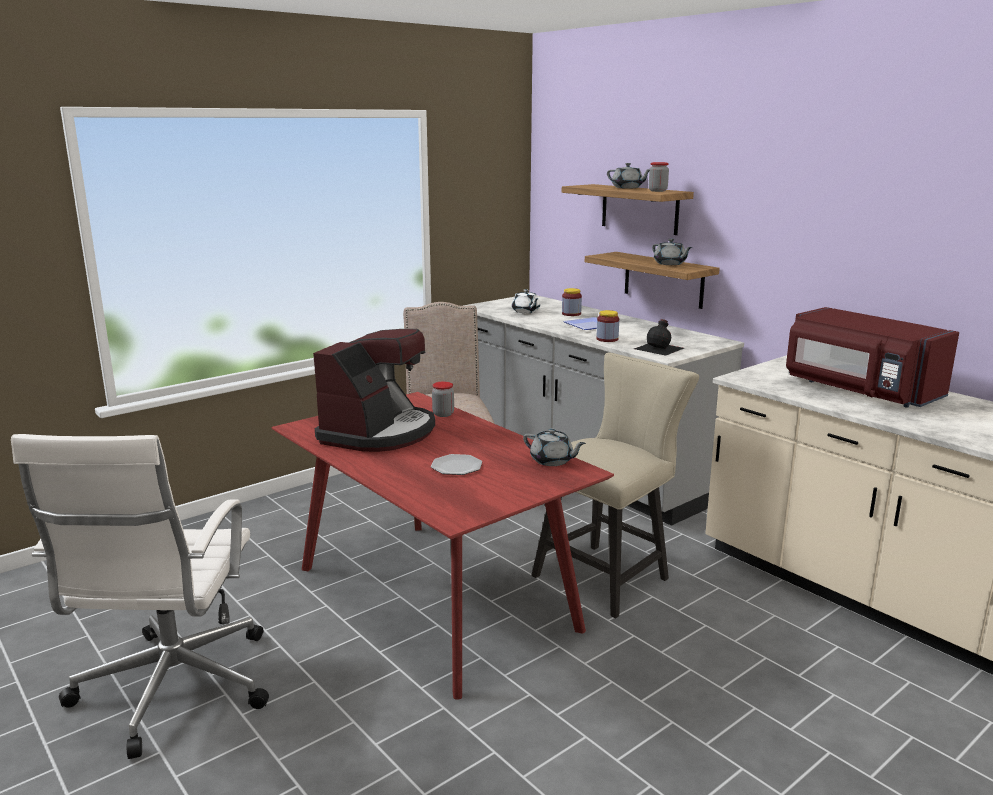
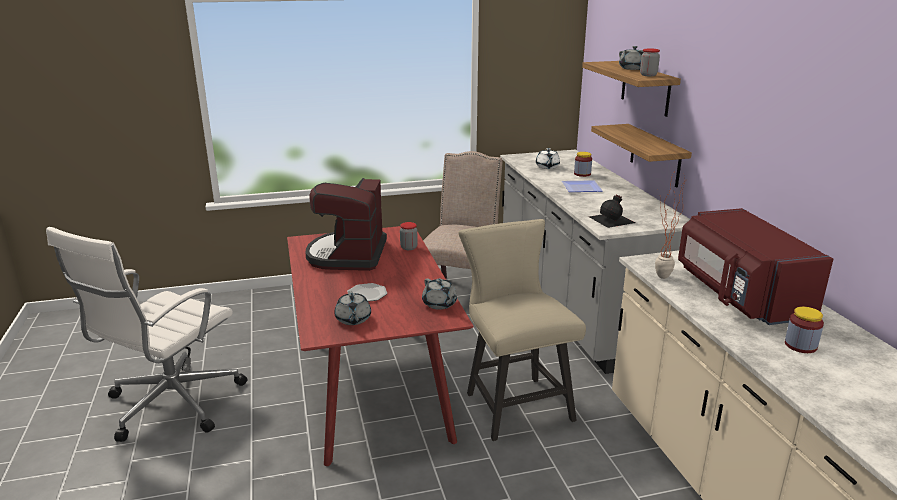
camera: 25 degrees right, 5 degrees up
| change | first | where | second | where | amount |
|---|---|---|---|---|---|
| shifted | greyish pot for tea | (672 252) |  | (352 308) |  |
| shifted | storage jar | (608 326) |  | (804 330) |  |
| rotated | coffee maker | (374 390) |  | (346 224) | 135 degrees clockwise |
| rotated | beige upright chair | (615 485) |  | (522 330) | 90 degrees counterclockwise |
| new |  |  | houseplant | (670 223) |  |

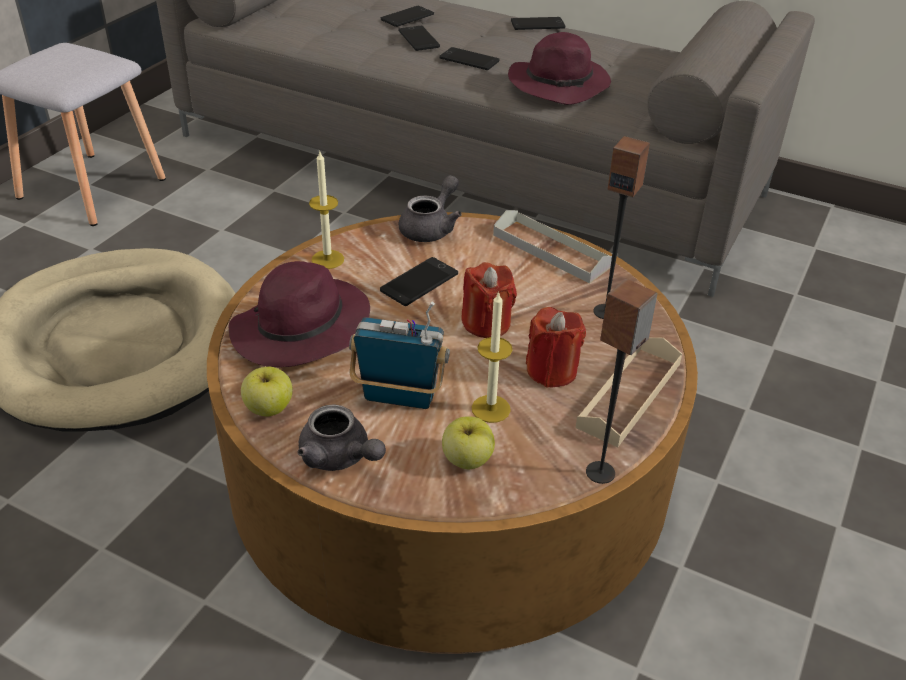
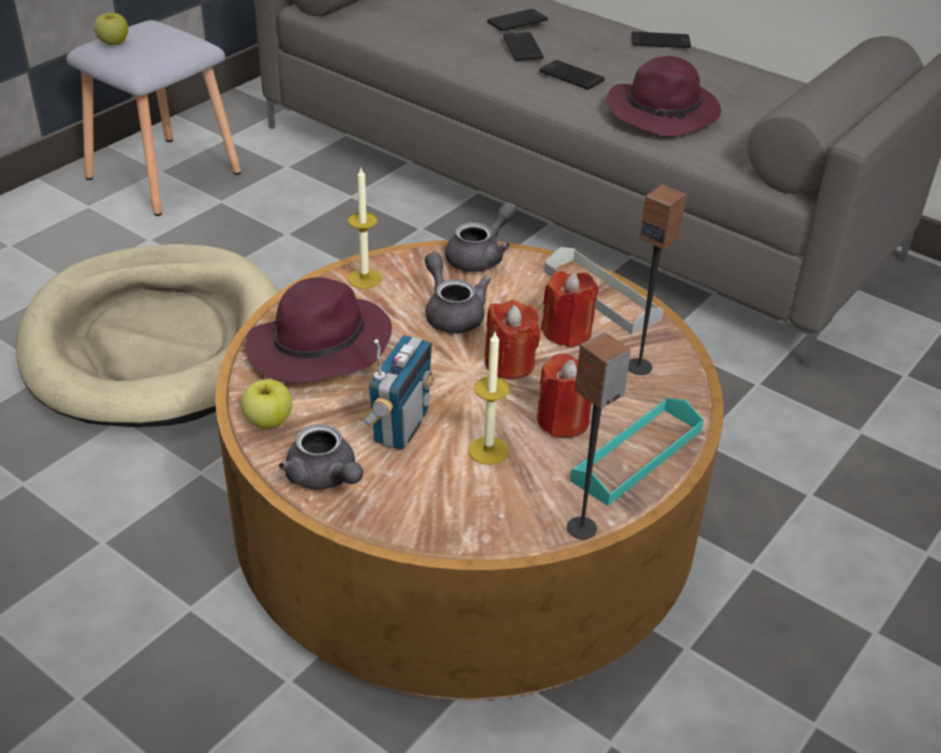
camera: 10 degrees right, 0 degrees up
| change | first | where | second | where | amount |
|---|---|---|---|---|---|
| swapped | phone | (419 281) | greyish pot for tea | (458 292) |  |
| rotated | radio | (399 355) |  | (397 392) | 90 degrees clockwise |
| repainted | beige serving tray | (629 392) | turquoise-coloured serving tray | (637 452) |  |
| shifted | apple | (468 442) |  | (111 29) |  |
| new |  |  | red-coloured wax light | (570 309) |  |

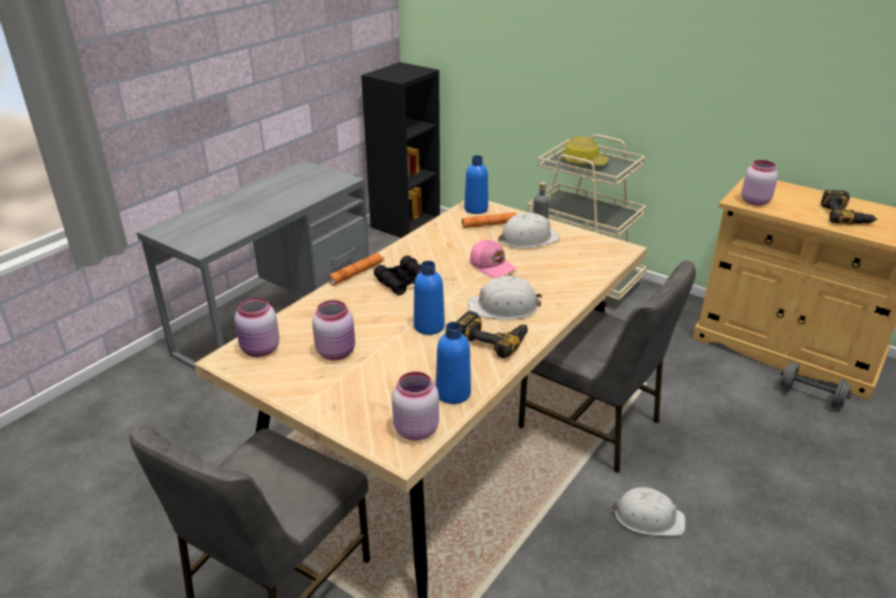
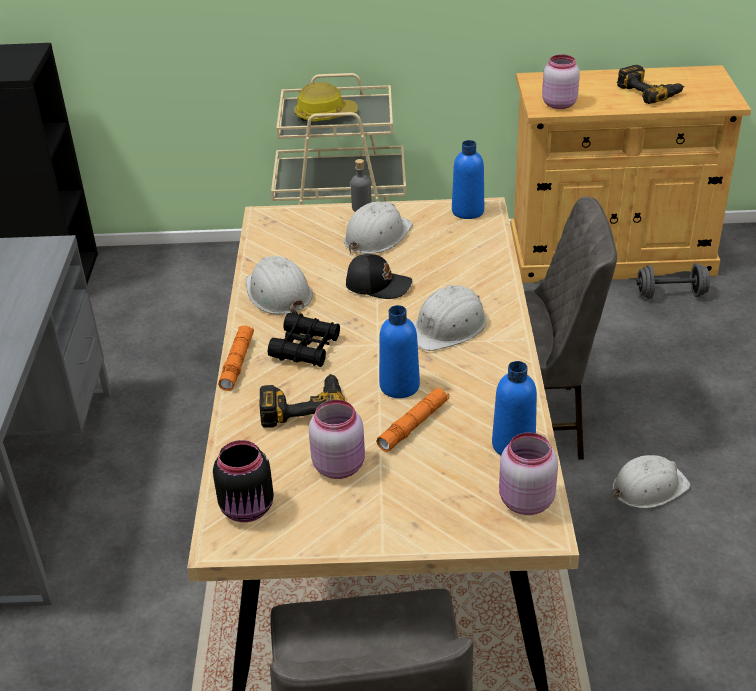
camera: 35 degrees left, 5 degrees up
| change | first | where | second | where | amount |
|---|---|---|---|---|---|
| shifted | blue drink bottle | (476 184) |  | (468 179) |  |
| shifted | orange flashlight | (489 220) |  | (413 420) |  |
| repainted | pink-coloured peaked cap | (493 258) | black-coloured peaked cap | (379 276) |  |
| repainted | pink-coloured storage jar | (256 327) | black-coloured storage jar | (243 481) |  |
| shifted | drill | (492 334) |  | (302 401) |  |
| new |  |  | white safety helmet | (279 285) |  |

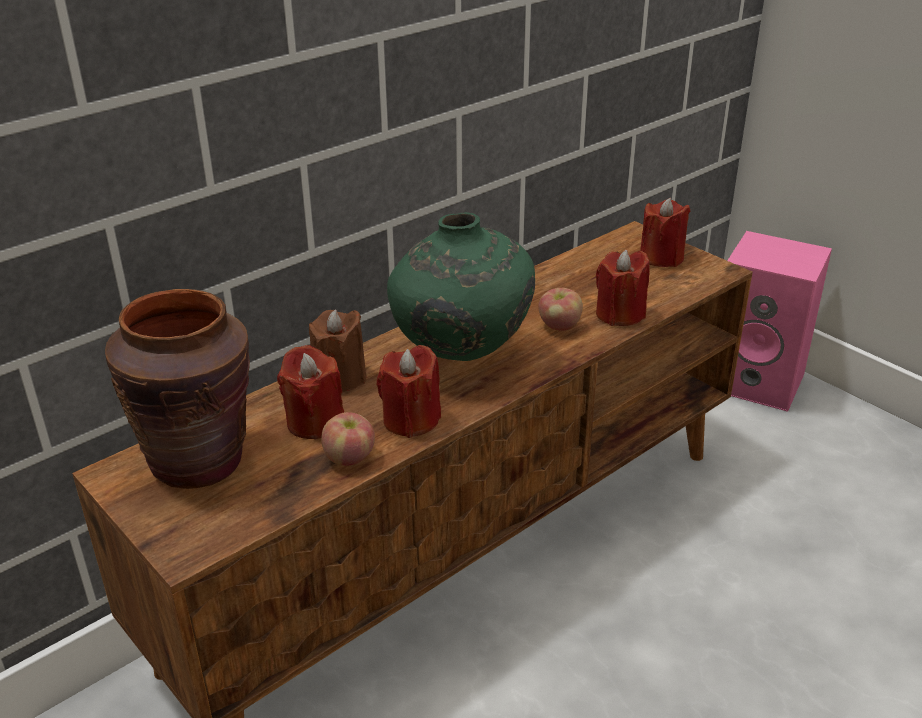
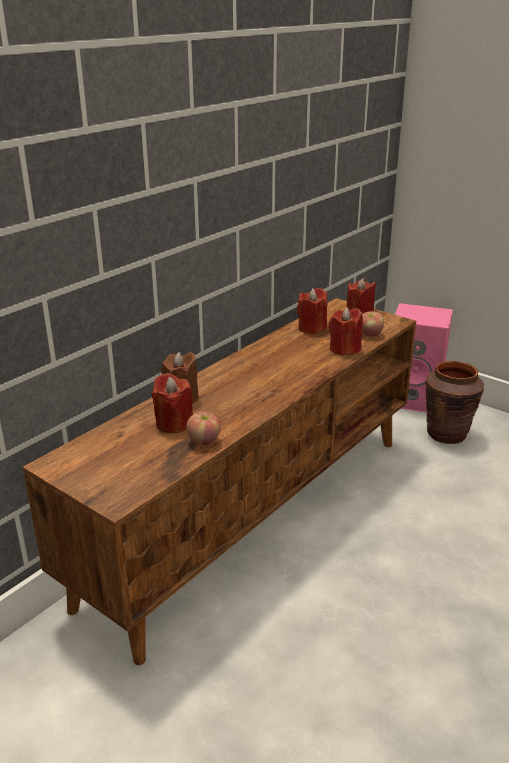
camera: 10 degrees left, 5 degrees down
| change | first | where | second | where | amount |
|---|---|---|---|---|---|
| gone | green vase | (461 286) |  |  |  |
| shifted | apple | (560 309) |  | (373 324) |  |
| shifted | brown-coloured vase | (177 389) |  | (454 402) |  |
| shifted | red-coloured wax light | (409 391) |  | (312 311) |  |

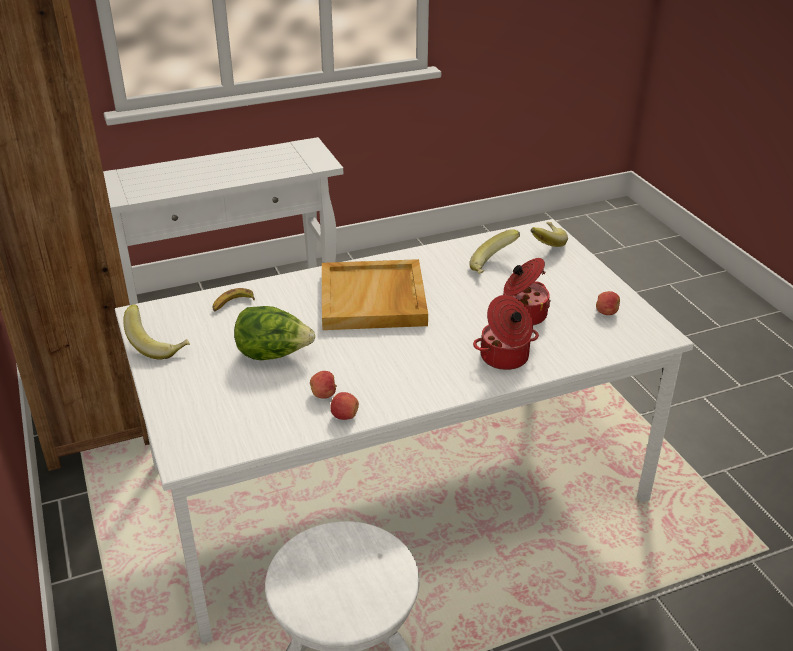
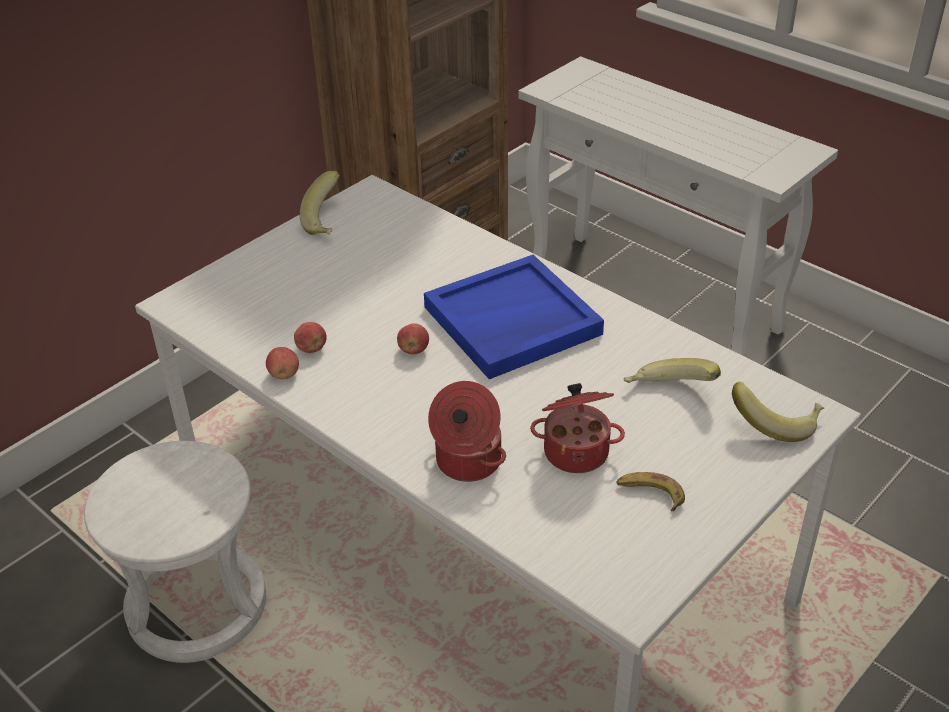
camera: 65 degrees right, 5 degrees up
| change | first | where | second | where | amount |
|---|---|---|---|---|---|
| repainted | beige serving tray | (375 294) | blue serving tray | (514 317) |  |
| shifted | whole banana | (234 300) |  | (651 492) |  |
| shifted | apple | (608 303) |  | (413 338) |  |
| gone | lettuce head | (274 333) |  |  |  |

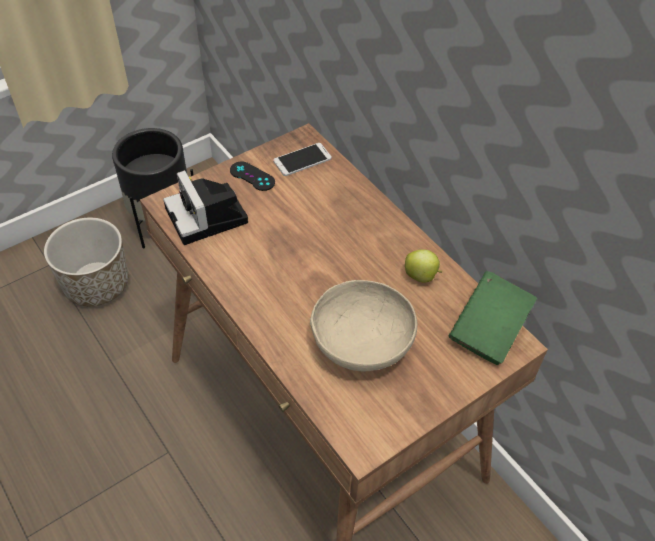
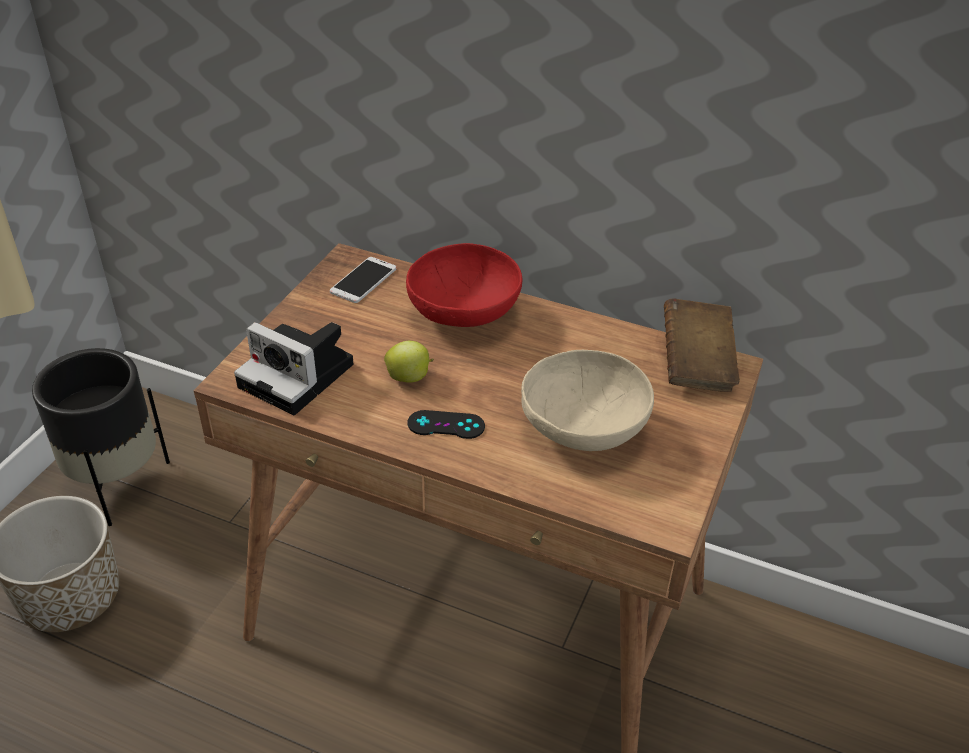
camera: 30 degrees left, 10 degrees down
| change | first | where | second | where | amount |
|---|---|---|---|---|---|
| shifted | black-coloured game controller | (252 176) |  | (446 424) |  |
| shifted | apple | (423 266) |  | (409 362) |  |
| repainted | green book | (493 318) | brown-coloured book | (702 345) |  |
| new |  |  | red-coloured serving bowl | (464 285) |  |

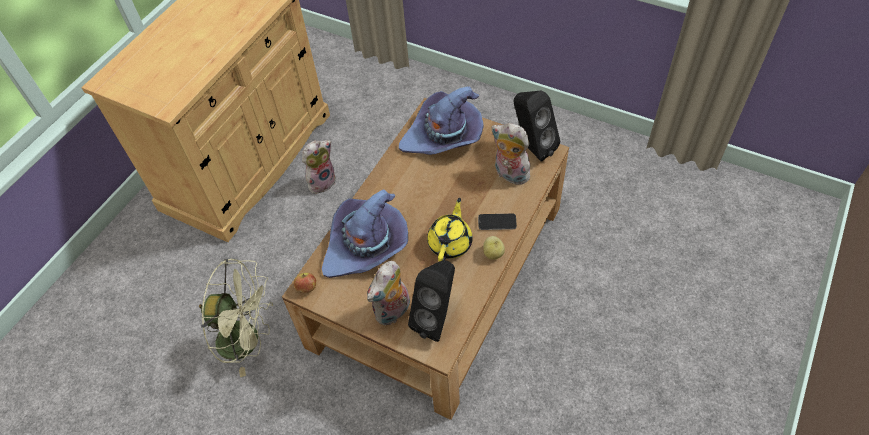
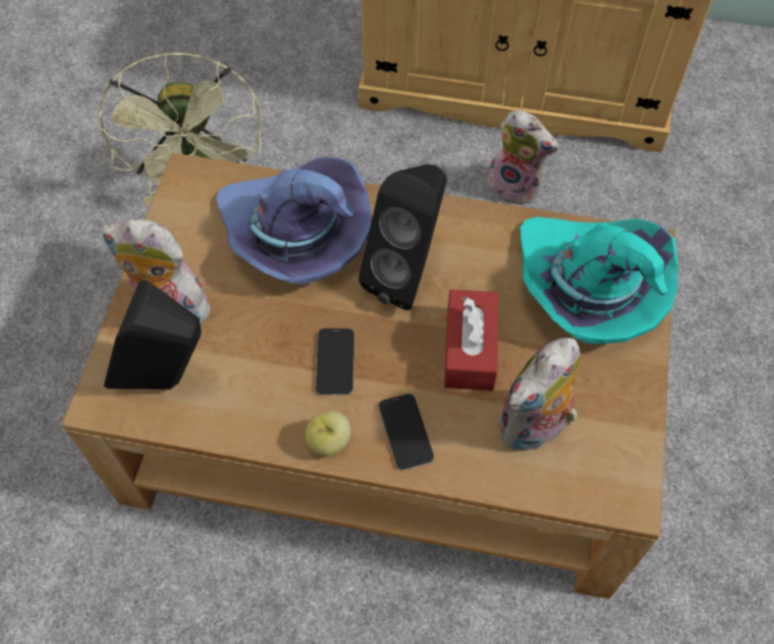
camera: 70 degrees right, 5 degrees up
| change | first | where | second | where | amount |
|---|---|---|---|---|---|
| repainted | purple-coloured clothing hat | (441 120) | turquoise-coloured clothing hat | (599 280) |  |
| shifted | black-coloured speaker | (537 126) |  | (403 237) |  |
| rotated | cuddly toy | (512 154) |  | (539 395) | 150 degrees counterclockwise |
| swapped | yellow pot for tea | (450 230) | phone | (335 361) |  |
| gone | apple | (305 283) |  |  |  |
| new |  |  | red-coloured tissue holder | (471 340) |  |

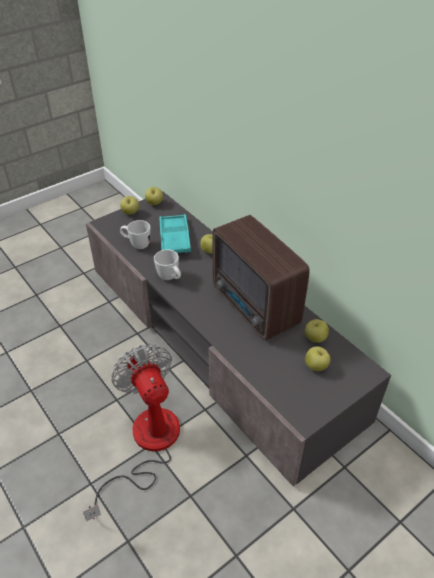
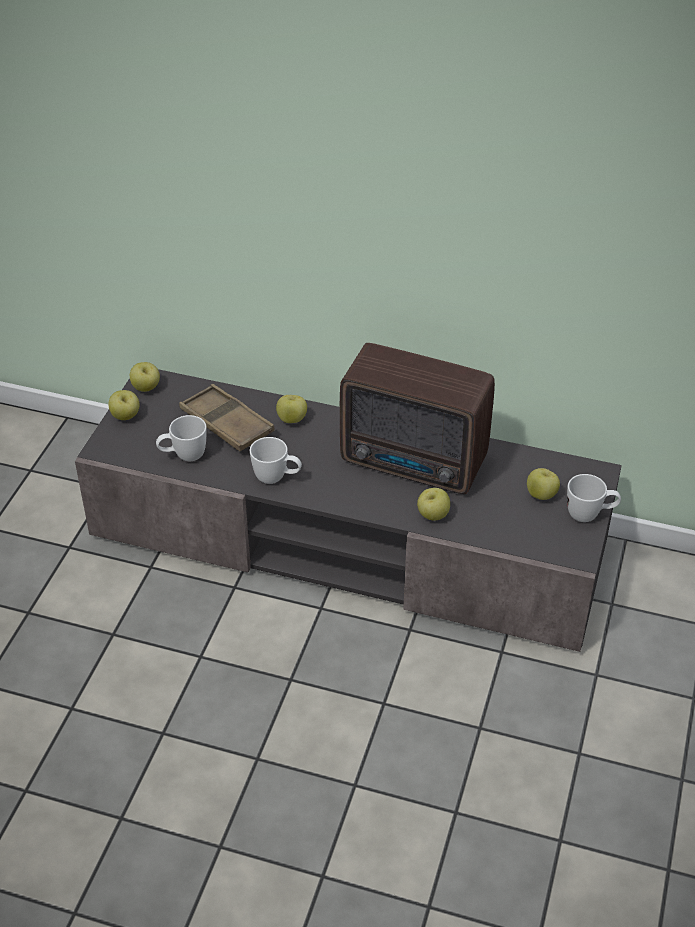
camera: 35 degrees left, 0 degrees up
| change | first | where | second | where | amount |
|---|---|---|---|---|---|
| repainted | turquoise-coloured serving tray | (175 233) | brown-coloured serving tray | (227 417) |  |
| shifted | apple | (317 331) |  | (433 504) |  |
| gone | cooling fan | (131 432) |  |  |  |
| new |  |  | white coffee mug | (594 498) |  |

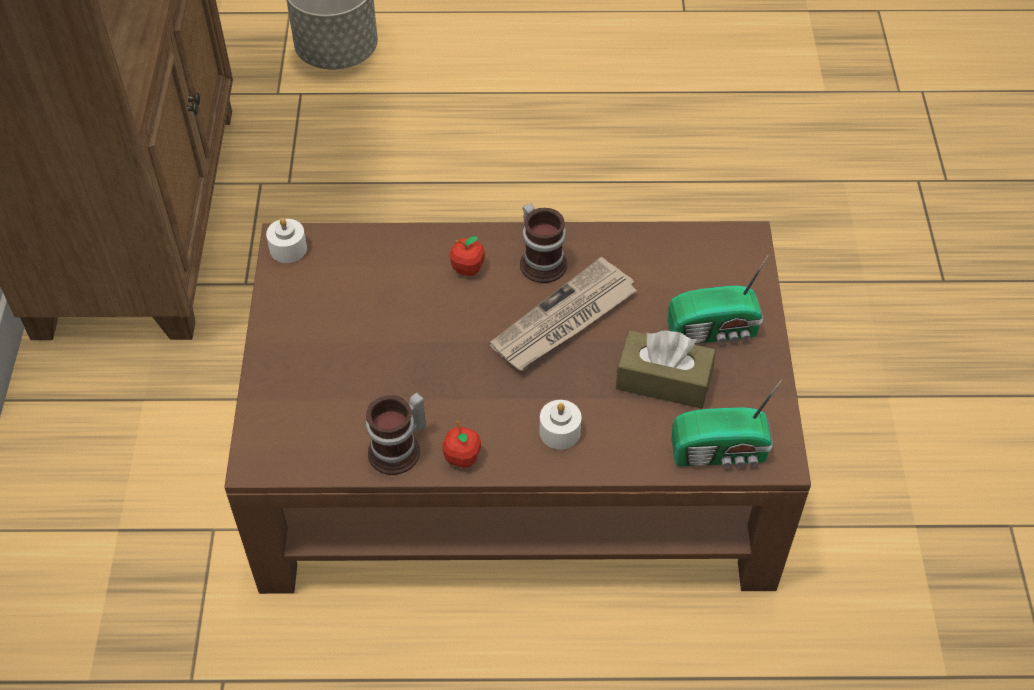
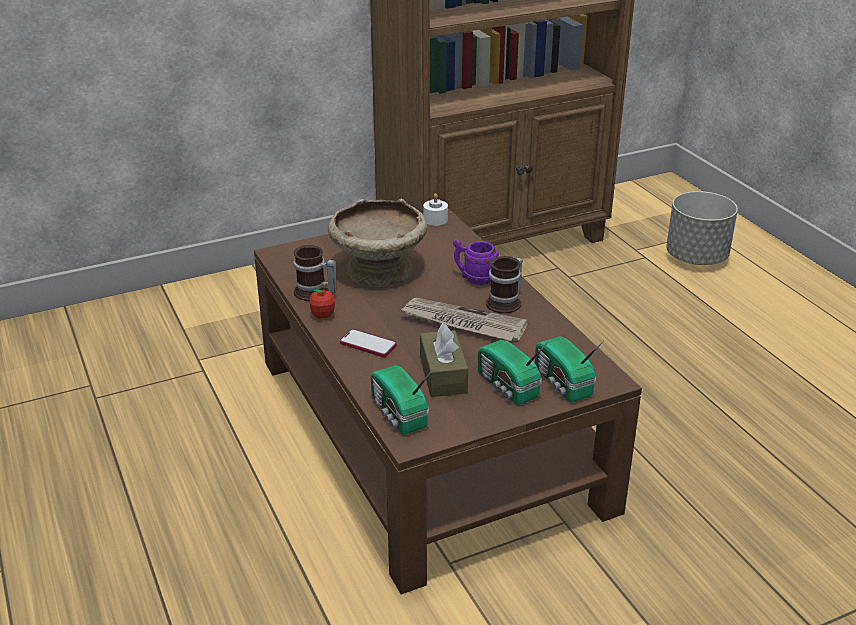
camera: 65 degrees right, 20 degrees down
| change | first | where | second | where | amount |
|---|---|---|---|---|---|
| swapped | apple | (467 256) | purple-coloured coffee mug | (476 262) |  |
| swapped | white wax light | (560 424) | phone | (368 343) |  |
| new |  |  | beige serving bowl | (377 243) |  |
| new |  |  | radio | (569 369) |  |

